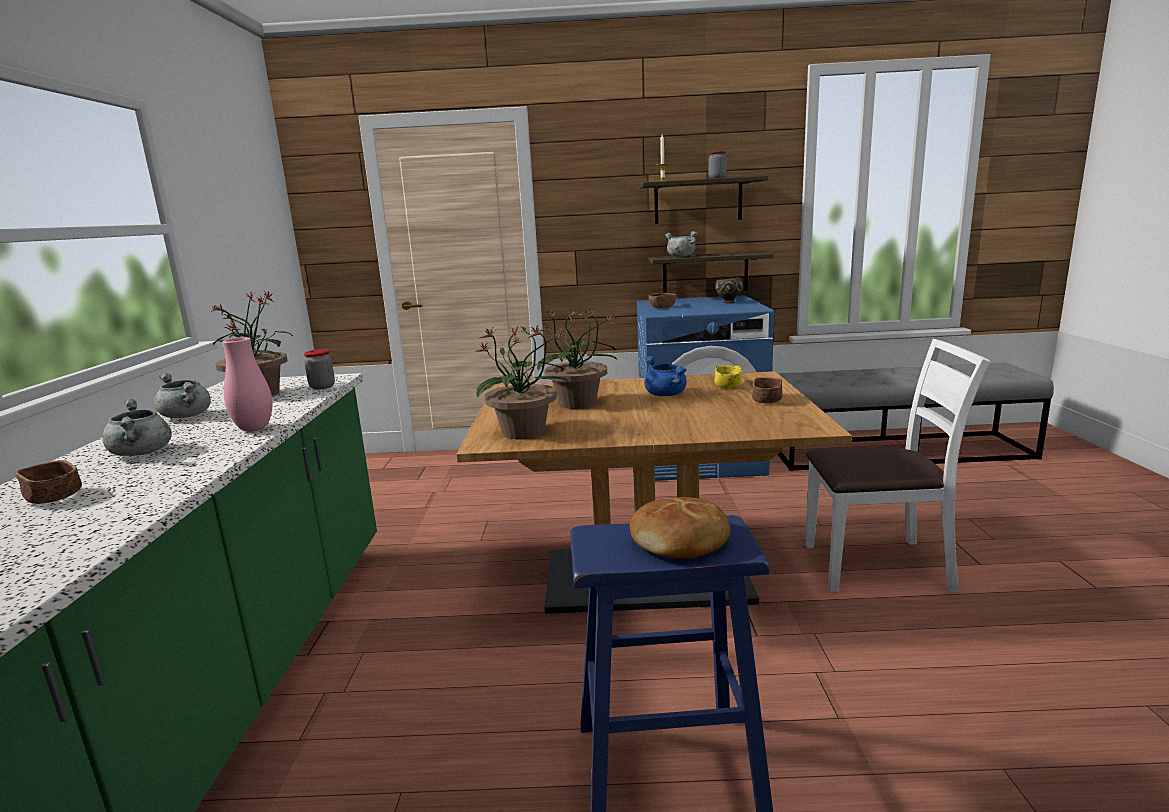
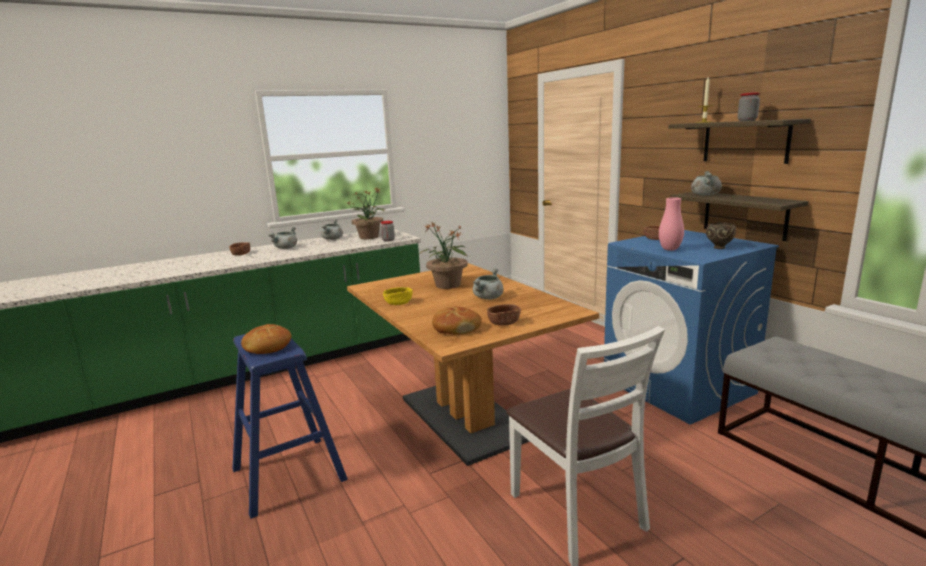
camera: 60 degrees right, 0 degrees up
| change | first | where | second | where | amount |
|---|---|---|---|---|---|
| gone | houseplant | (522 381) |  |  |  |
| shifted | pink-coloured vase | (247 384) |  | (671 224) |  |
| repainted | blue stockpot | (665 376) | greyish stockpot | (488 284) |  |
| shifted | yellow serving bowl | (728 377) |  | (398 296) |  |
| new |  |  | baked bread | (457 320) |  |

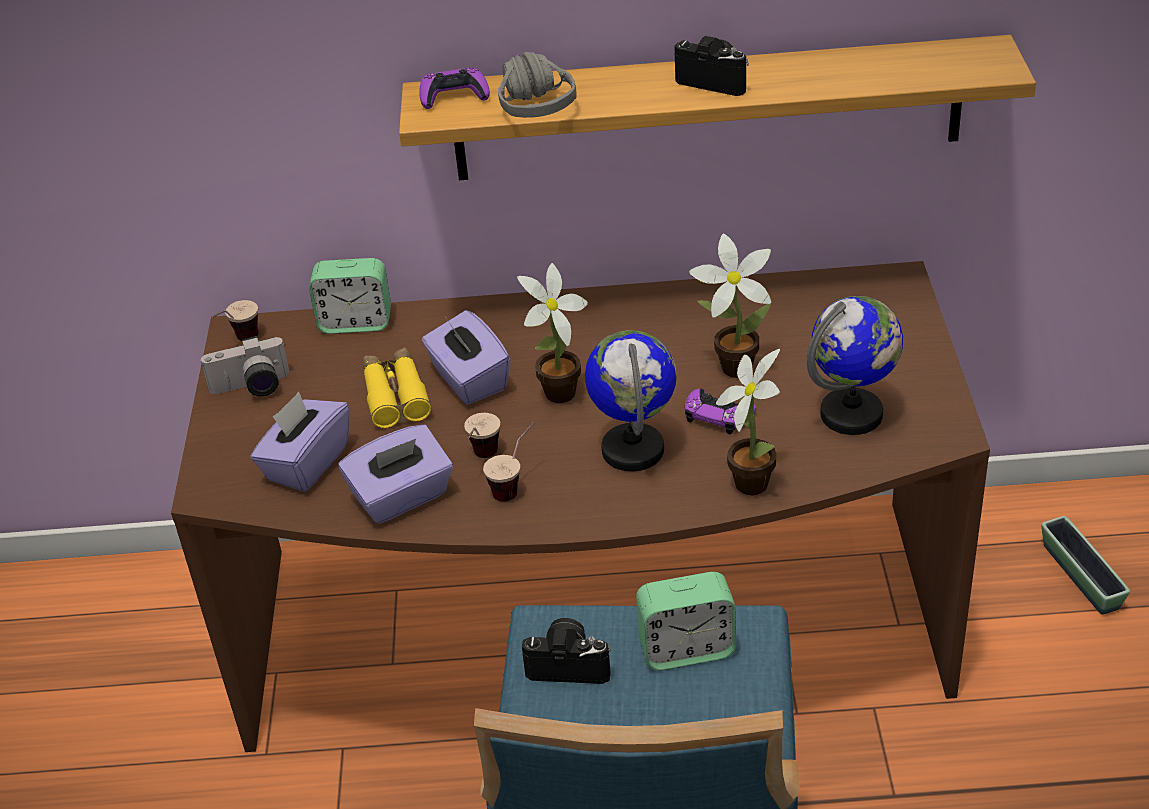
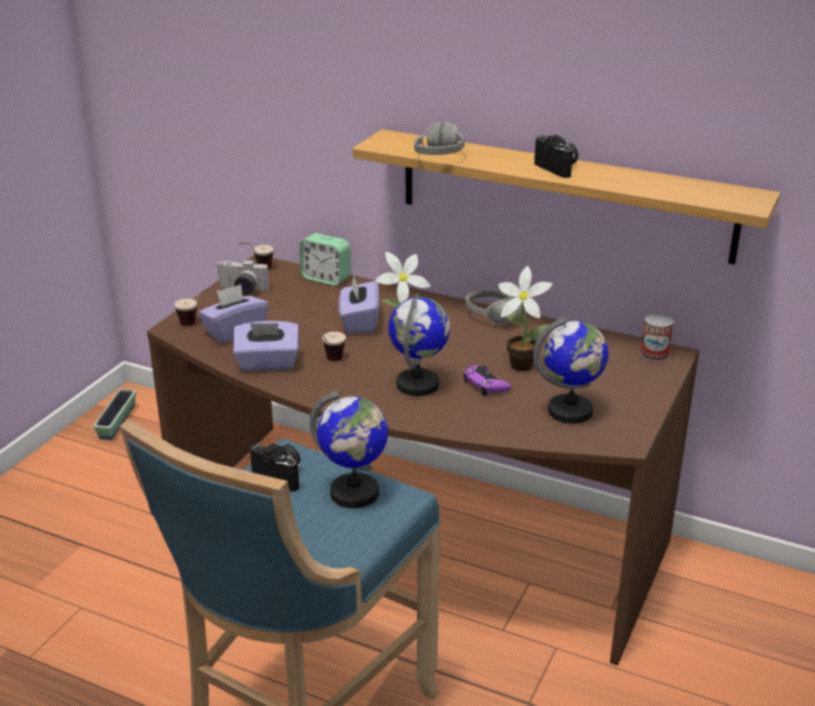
camera: 25 degrees right, 10 degrees down
| change | first | where | second | where | amount |
|---|---|---|---|---|---|
| gone | purple-coloured game controller | (454 88) |  |  |  |
| gone | yellow binoculars | (397 387) |  |  |  |
| gone | houseplant | (748 422) |  |  |  |
| shifted | small cup | (508 462) |  | (194 305) |  |
| shifted | planter | (1085 565) |  | (115 414) |  |
| swapped | bedside clock | (686 621) | world globe | (349 449) |  |
| new |  |  | greyish headset | (493 307) |  |
| new |  |  | metal can | (657 337) |  |

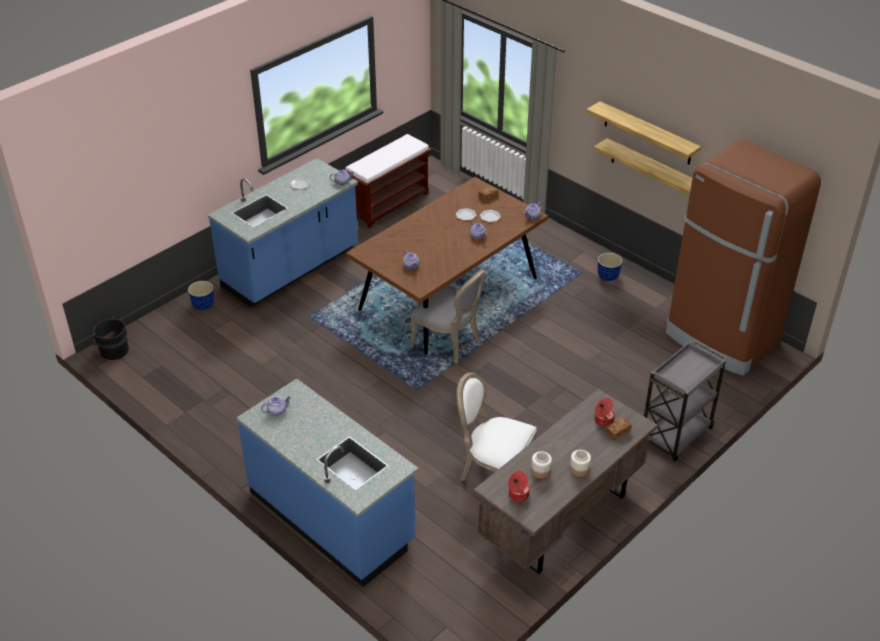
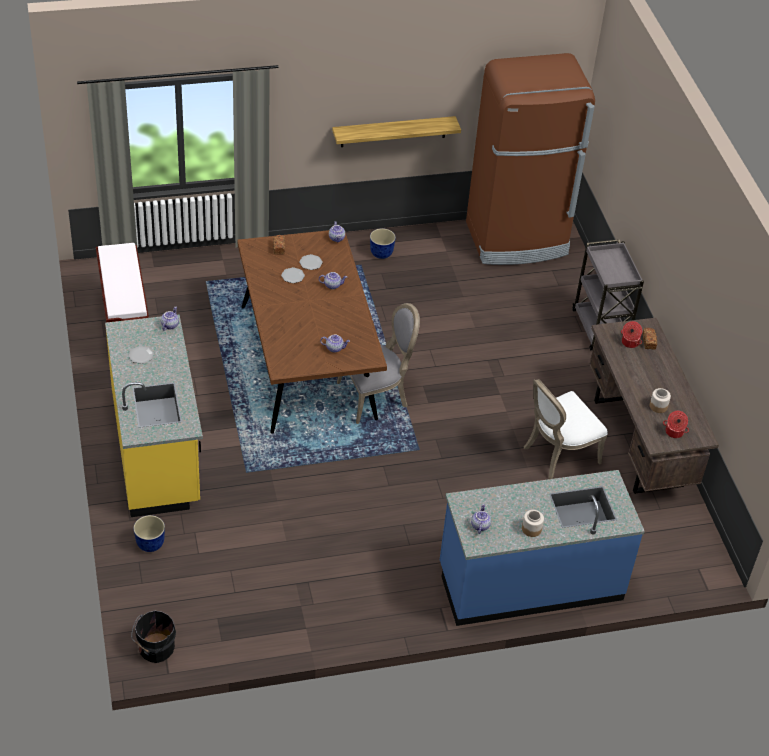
camera: 60 degrees left, 5 degrees up
| change | first | where | second | where | amount |
|---|---|---|---|---|---|
| gone | wall shelf | (643 133) |  |  |  |
| repainted | blue kitchen base unit | (283 233) | yellow kitchen base unit | (154 415) |  |
| shifted | storage jar | (580 463) |  | (533 523) |  |

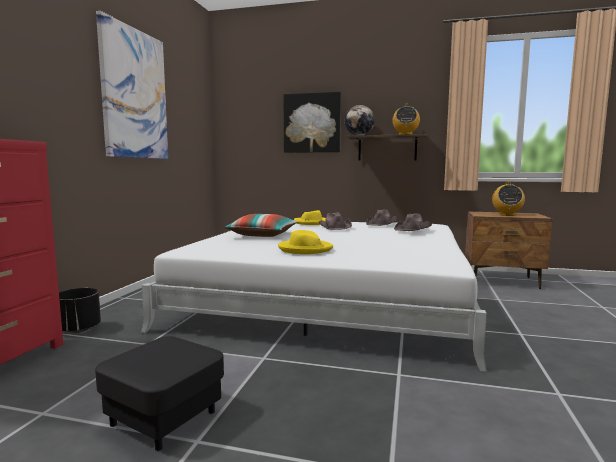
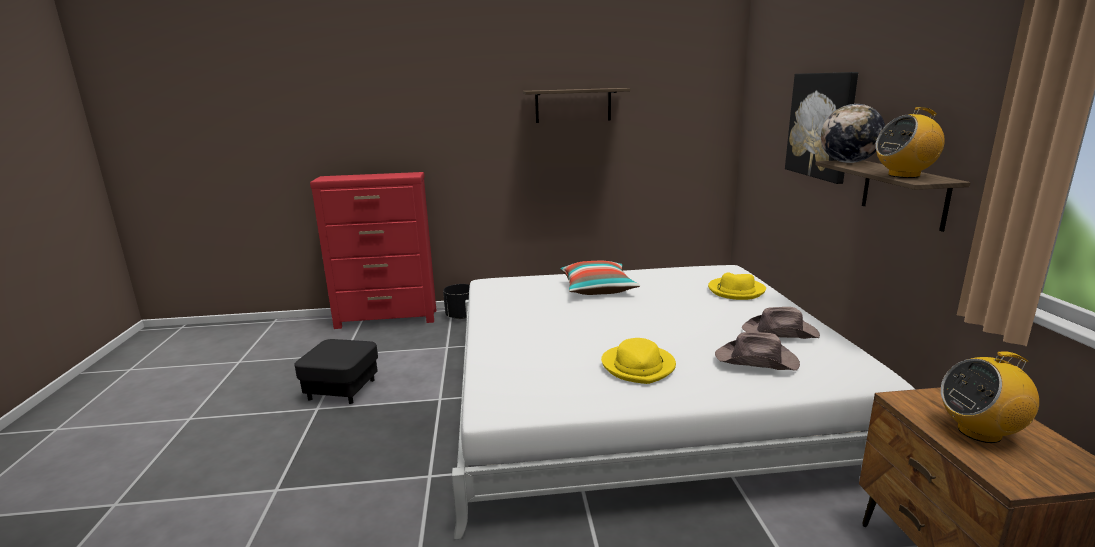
camera: 70 degrees right, 10 degrees up
| change | first | where | second | where | amount |
|---|---|---|---|---|---|
| swapped | wall art | (132 85) | wall shelf | (576 105) |  |
| gone | brown-coloured clothing hat | (335 221) |  |  |  |
| shifted | yellow clothing hat | (305 242) |  | (638 361) |  |

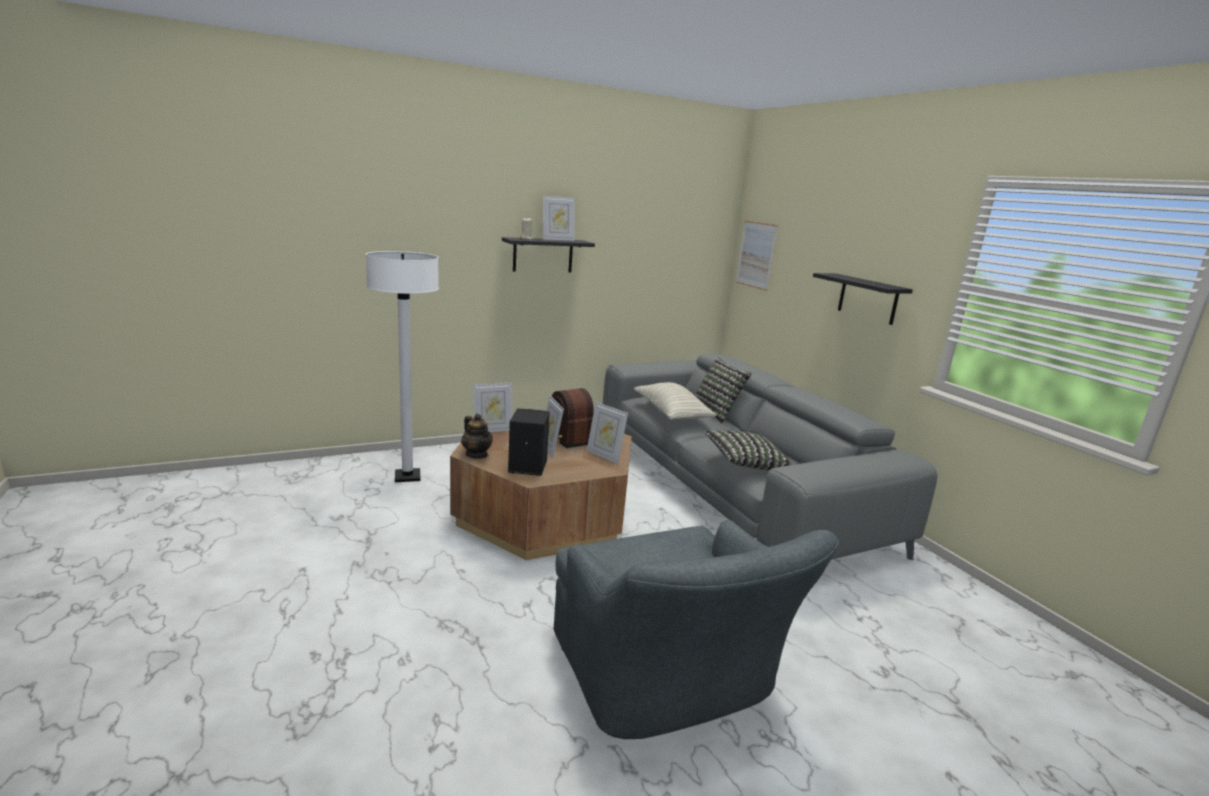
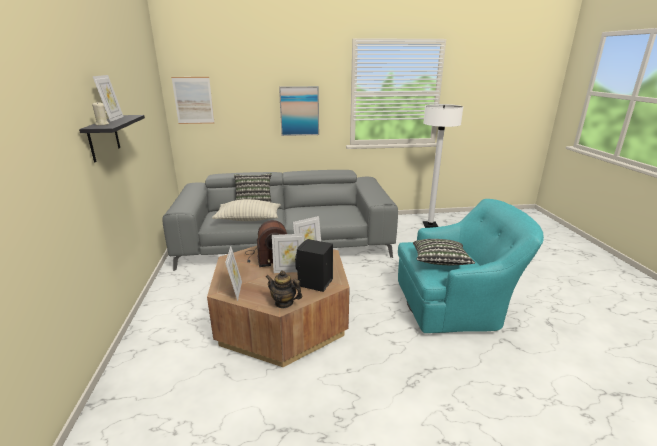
camera: 70 degrees left, 5 degrees up
| change | first | where | second | where | amount |
|---|---|---|---|---|---|
| shifted | white floor lamp | (402 366) |  | (443 166) |  |
| swapped | black-coloured wall shelf | (863 299) | wall art | (299 111) |  |
| rotated | pot for tea | (477 436) |  | (284 290) | 135 degrees counterclockwise |
| shifted | pillow | (748 450) |  | (444 252) |  |
| repainted | greyish lounge chair | (696 629) | turquoise-coloured lounge chair | (471 266) |  |

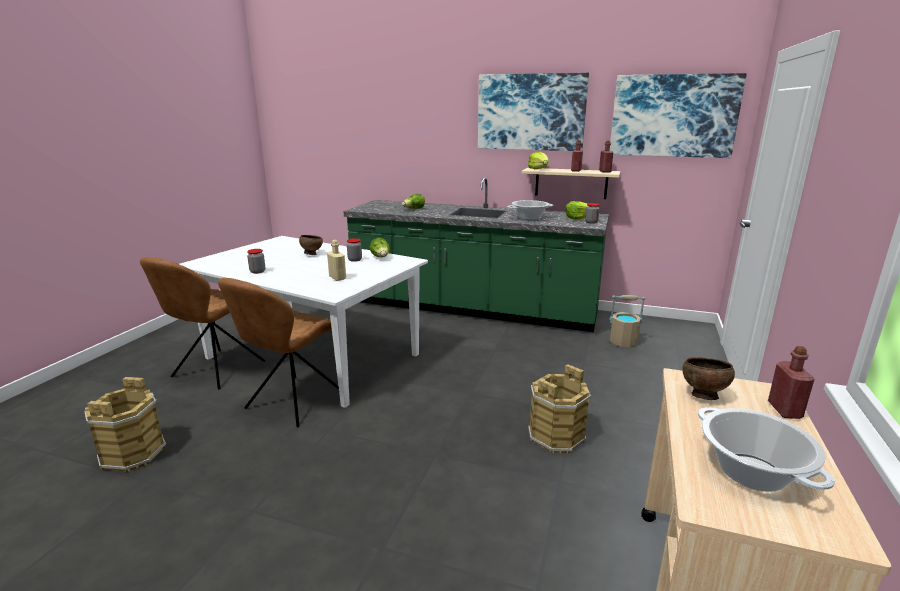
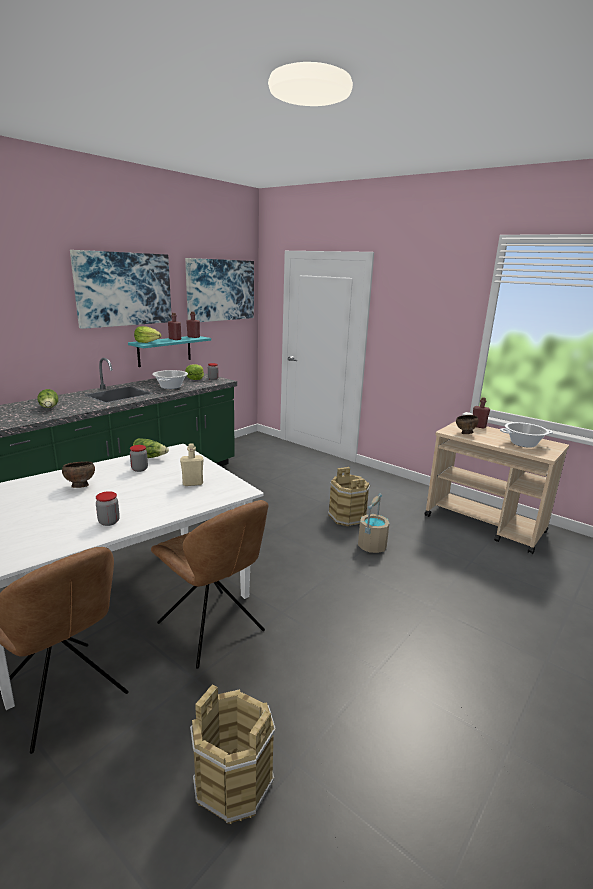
camera: 70 degrees left, 0 degrees up
| change | first | where | second | where | amount |
|---|---|---|---|---|---|
| repainted | beige wall shelf | (571 183) | turquoise-coloured wall shelf | (169 351) |  |
| shifted | beige water bucket | (627 321) |  | (373 523) |  |

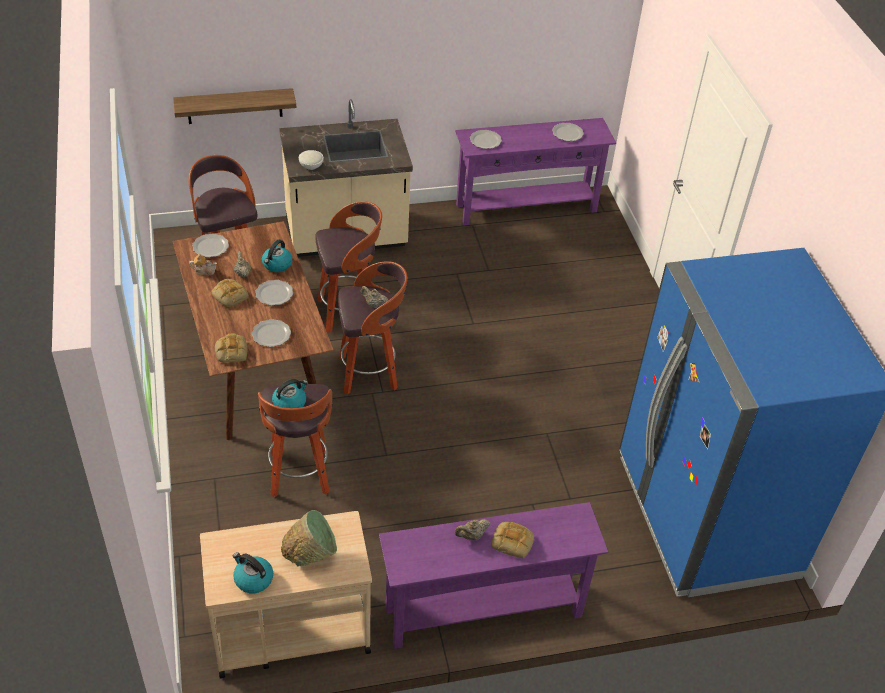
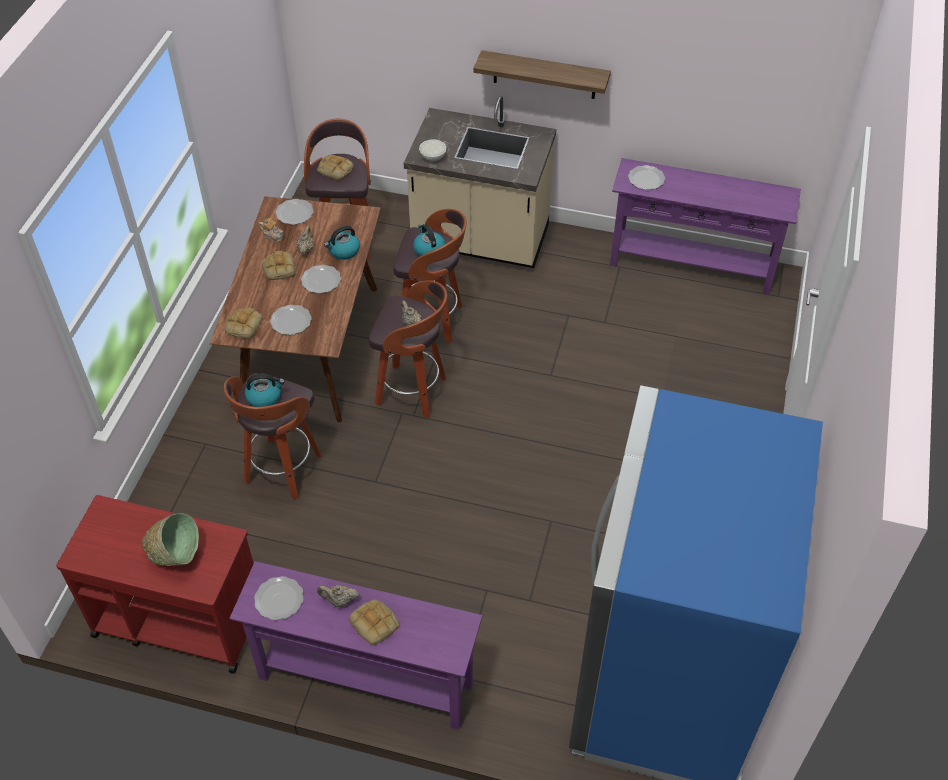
camera: 30 degrees right, 5 degrees up
| change | first | where | second | where | amount |
|---|---|---|---|---|---|
| shifted | wall shelf | (234 106) |  | (542 74) |  |
| shifted | plate | (568 132) |  | (279 598) |  |
| repainted | beige wheeled cart | (286 594) | red-coloured wheeled cart | (155 584) |  |
| shifted | water kettle | (253 572) |  | (429 240) |  |
| new |  |  | baked bread | (335 168) |  |

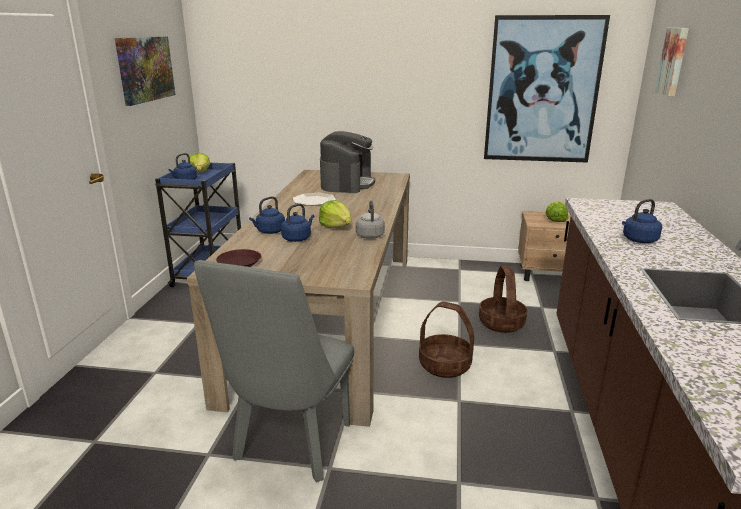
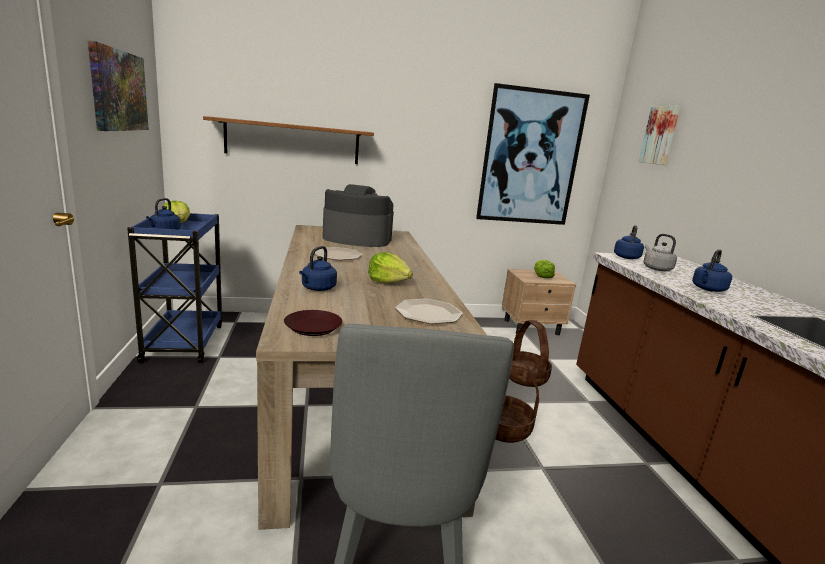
camera: 20 degrees left, 5 degrees down
| change | first | where | second | where | amount |
|---|---|---|---|---|---|
| rotated | coffee maker | (347 162) |  | (358 215) | 75 degrees counterclockwise |
| shifted | greyish water kettle | (370 219) |  | (660 252) |  |
| shifted | blue water kettle | (298 222) |  | (629 242) |  |
| new |  |  | wall shelf | (288 140) |  |
| new |  |  | plate | (429 311) |  |

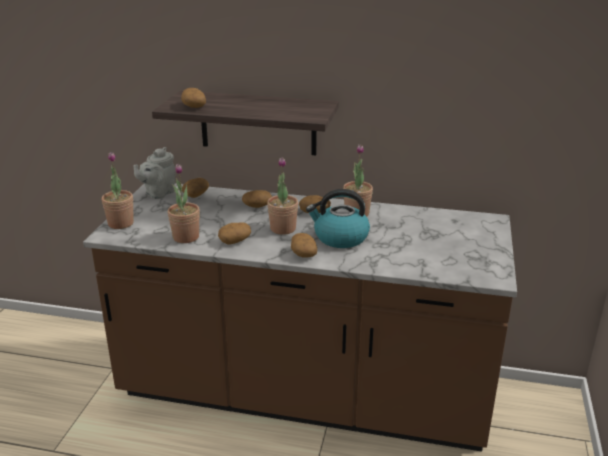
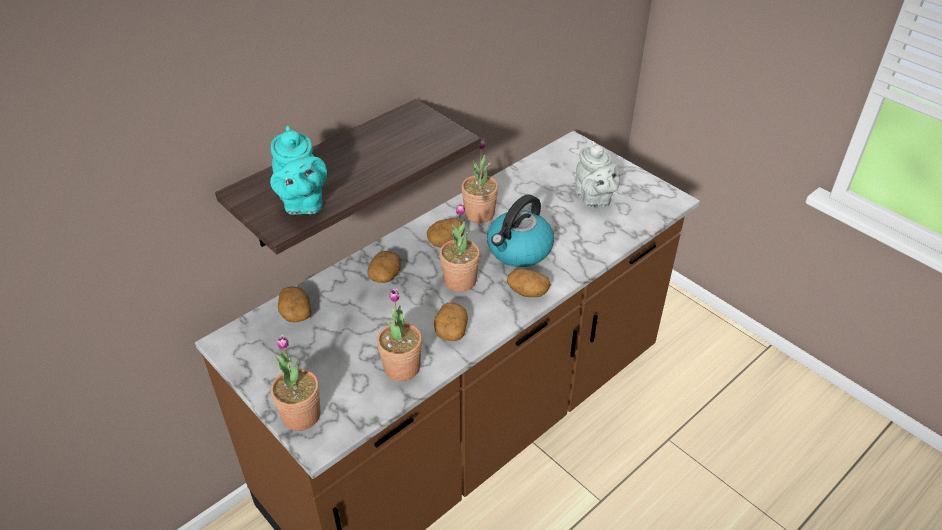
camera: 55 degrees left, 15 degrees up
| change | first | where | second | where | amount |
|---|---|---|---|---|---|
| swapped | whole potato | (193 98) | turquoise-coloured pot for tea | (298 170) |  |
| shifted | greyish pot for tea | (154 173) |  | (597 174) |  |

